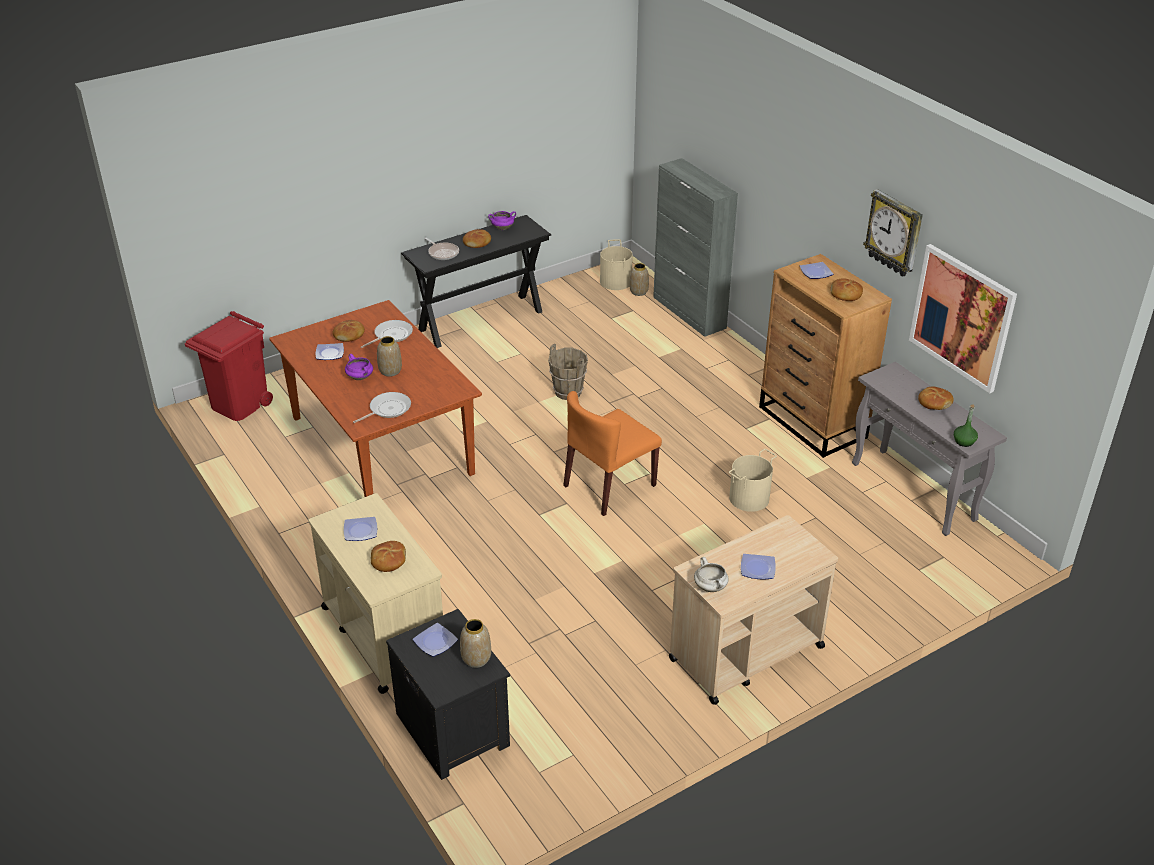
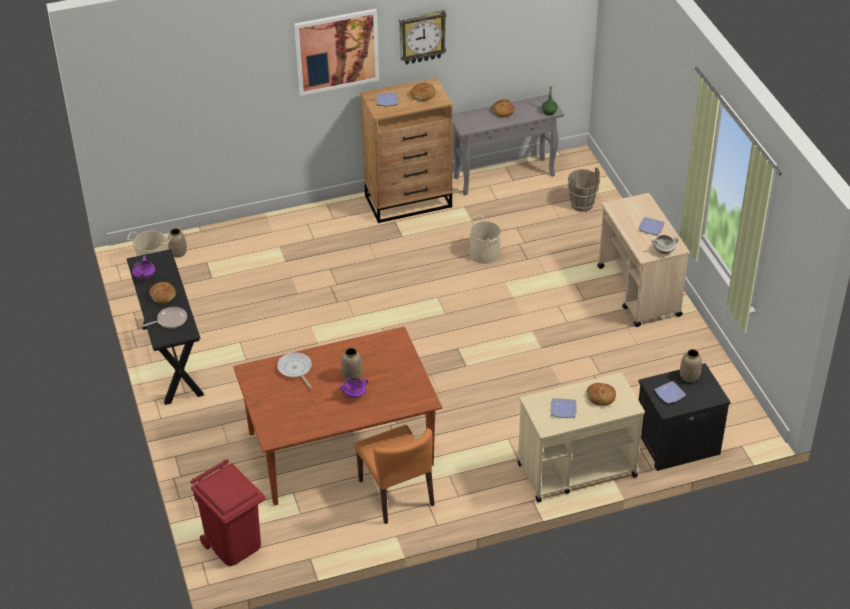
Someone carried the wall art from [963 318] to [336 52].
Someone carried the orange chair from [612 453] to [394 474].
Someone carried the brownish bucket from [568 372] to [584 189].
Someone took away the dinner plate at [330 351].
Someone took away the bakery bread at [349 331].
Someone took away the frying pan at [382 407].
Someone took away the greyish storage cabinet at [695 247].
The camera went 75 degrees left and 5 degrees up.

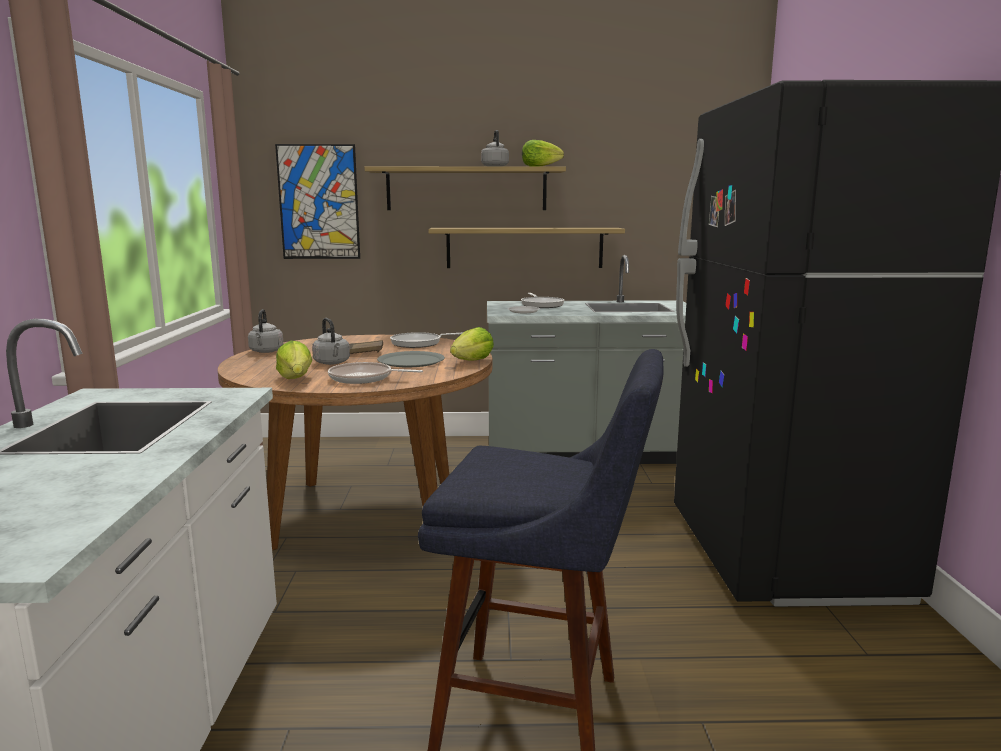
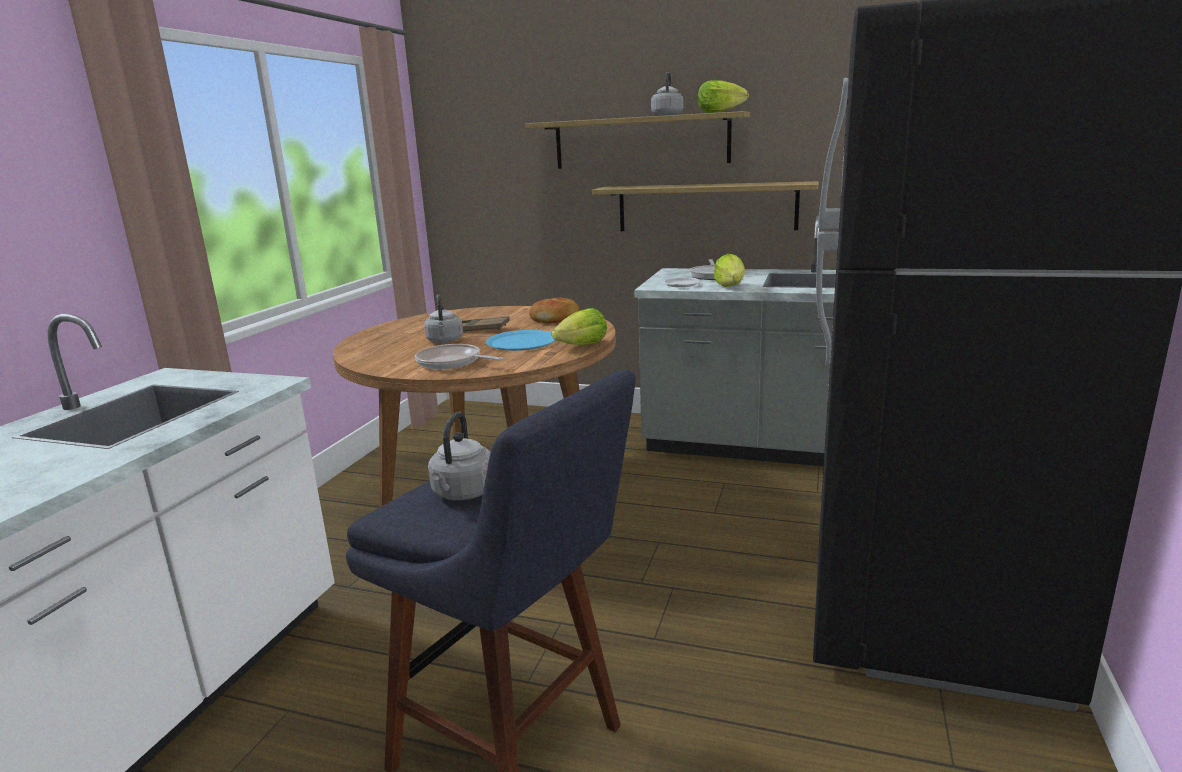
Someone carried the greyish water kettle from [266 331] to [459 456].
Someone repainted the greyish dinner plate at [411 359], which became the blue dinner plate at [520 340].
Someone swapped the frying pan at [427 340] for the bakery bread at [554 310].
Someone carried the lettuce head from [294 360] to [729 270].
Someone took away the wall art at [317 201].
The camera went 20 degrees right and 5 degrees up.

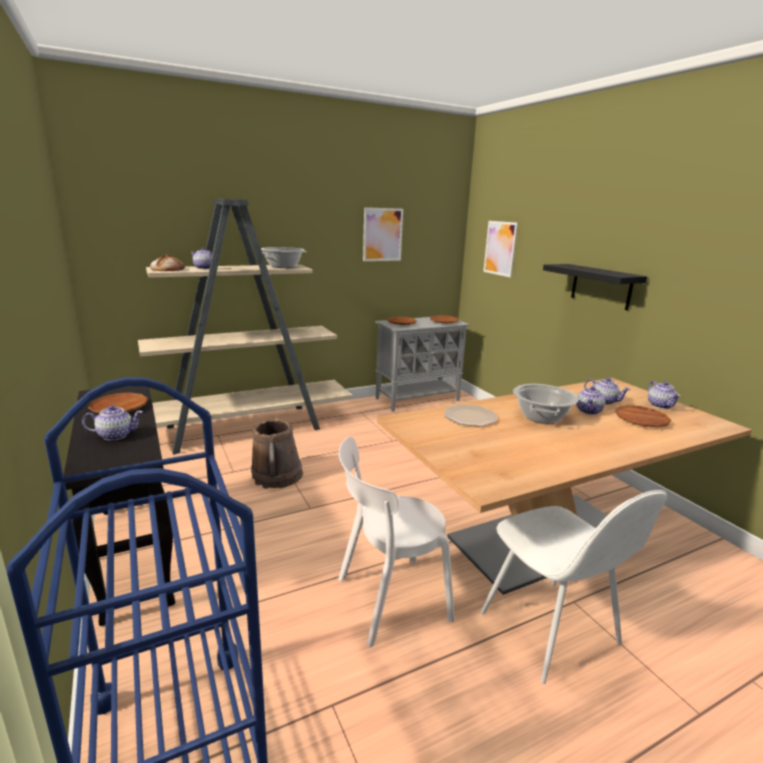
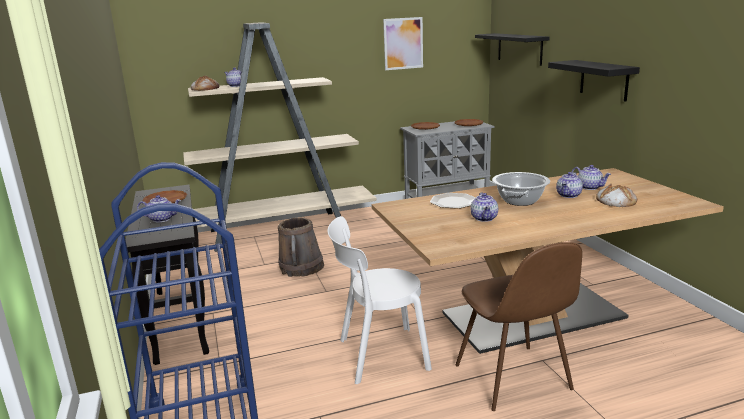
Someone repainted the white chair at [574 587], which became the brownish chair at [519 326].
Someone carried the tea pot from [664 395] to [484 207].
Someone swapped the wall art at [500 249] for the black wall shelf at [512 49].
Someone swapped the brownish dinner plate at [643 416] for the bakery bread at [616 195].
Someone took away the cooking pot at [284 257].
The camera went 10 degrees right and 0 degrees up.

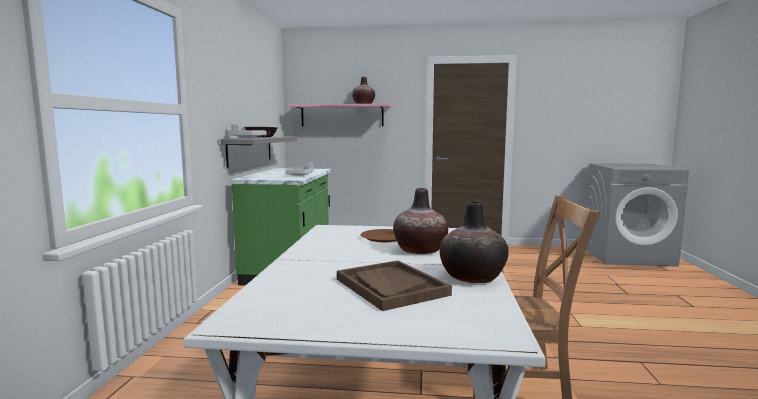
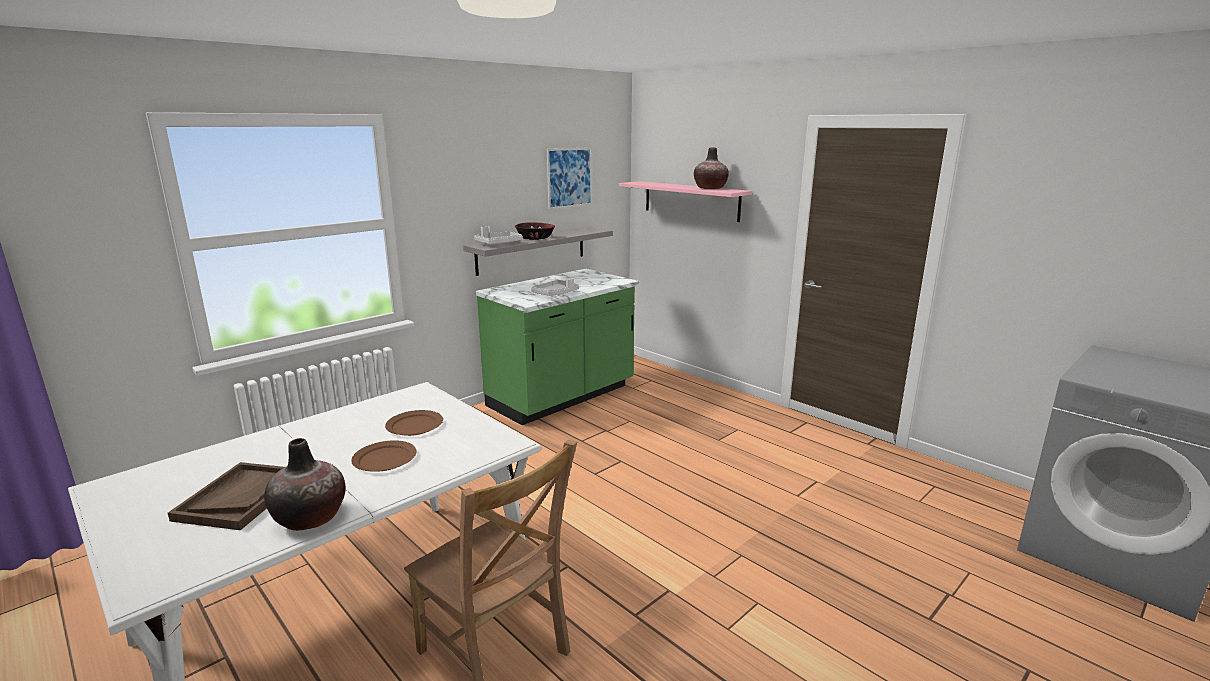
Someone swapped the vase at [420 221] for the brownish dinner plate at [384 455].
Someone put up the wall art at [569 178].
The camera went 40 degrees right and 10 degrees up.

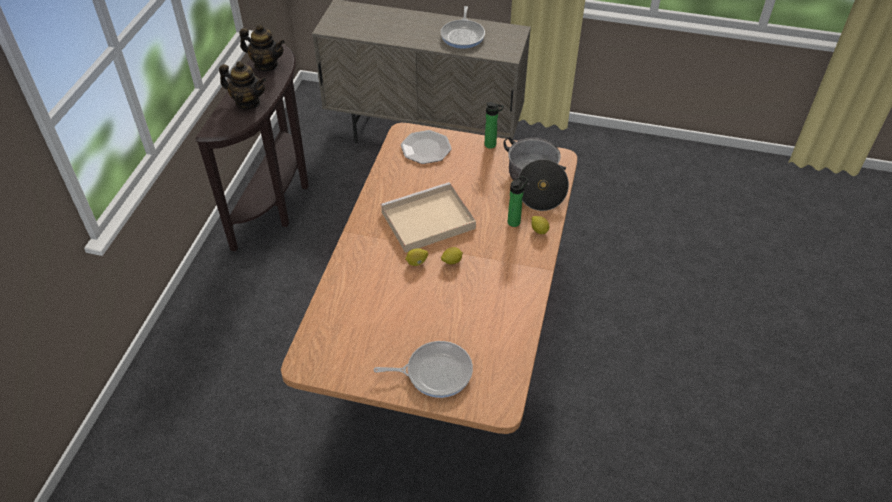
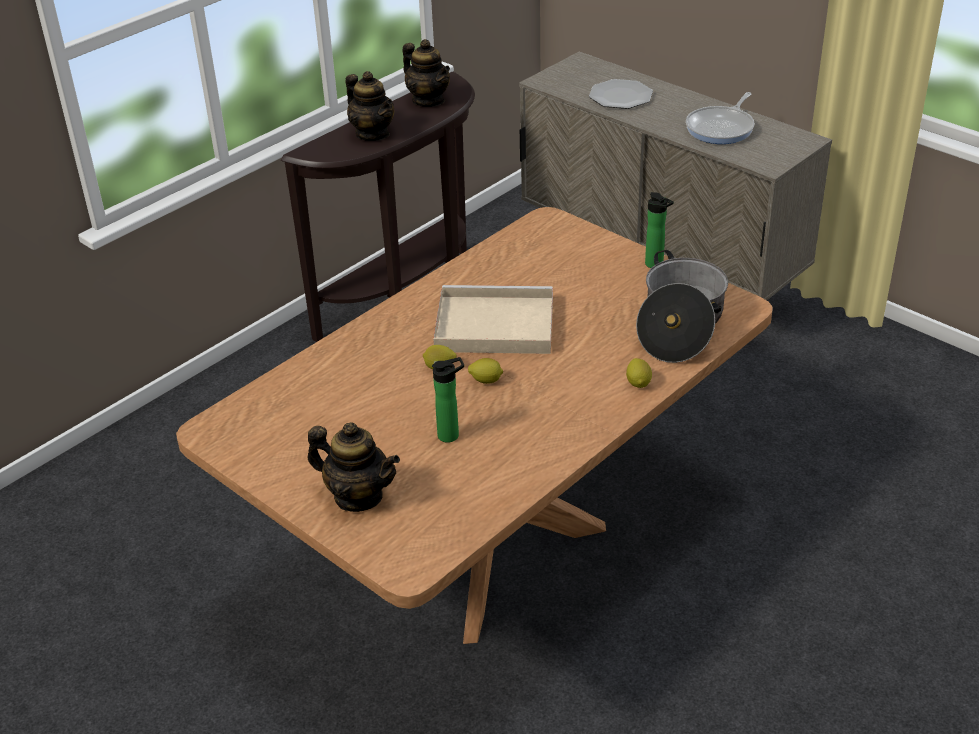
Someone swapped the frying pan at [423 369] for the tea pot at [354 467].
Someone carried the beverage bottle from [518 201] to [448 400].
Someone carried the dinner plate from [426 147] to [621 94].
The camera went 30 degrees right and 10 degrees down.

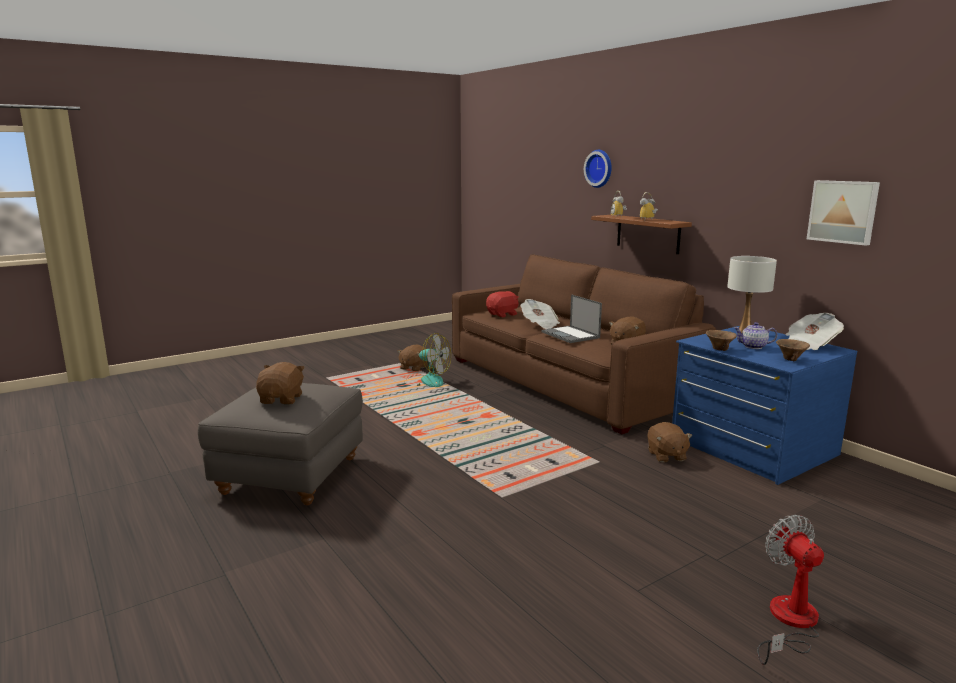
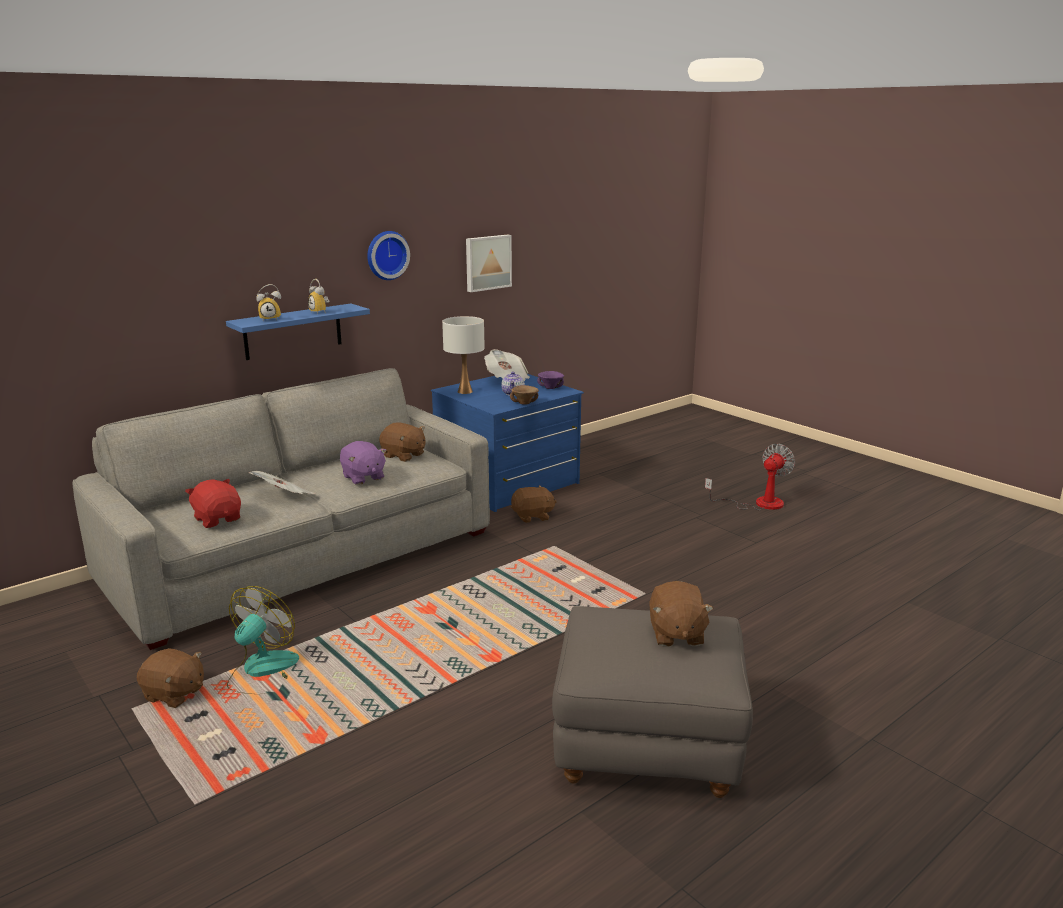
Someone repainted the brownish settee at [584 344], which became the greyish settee at [281 509].
Someone repainted the brownish wall shelf at [641 234], which became the blue wall shelf at [298 331].
Someone swapped the laptop at [571 319] for the purple-coloured soft toy at [363 463].
Someone carried the wall clock from [598 169] to [388 255].
Someone repainted the brownish serving bowl at [793 350], which became the purple-coloured serving bowl at [550 380].
Someone rotated the brownish soft toy at [280 383] by 90 degrees counterclockwise.
Someone rotated the electric fan at [790 590] by 150 degrees clockwise.
The camera went 95 degrees left and 5 degrees up.

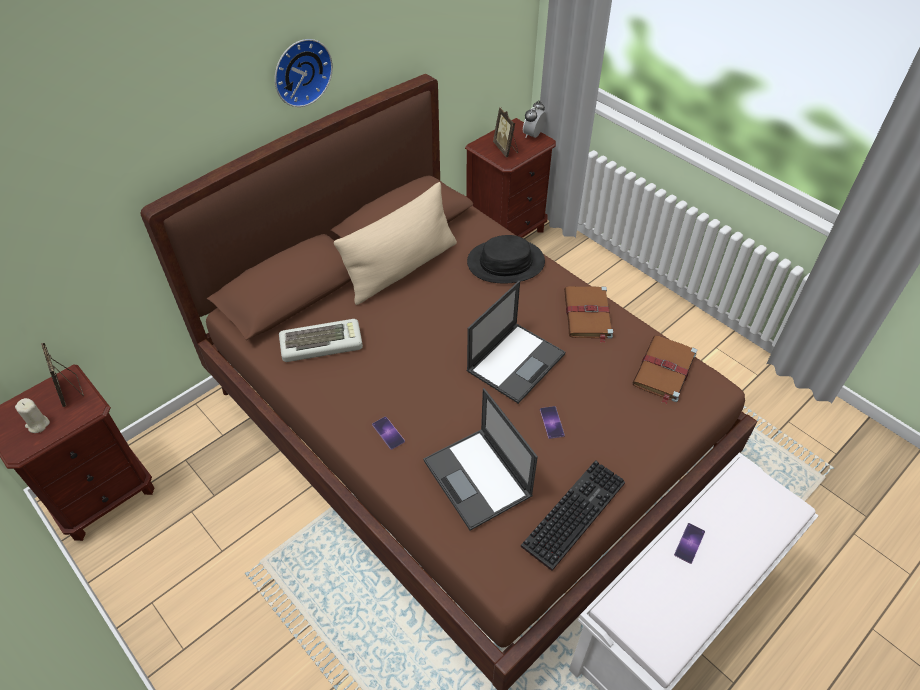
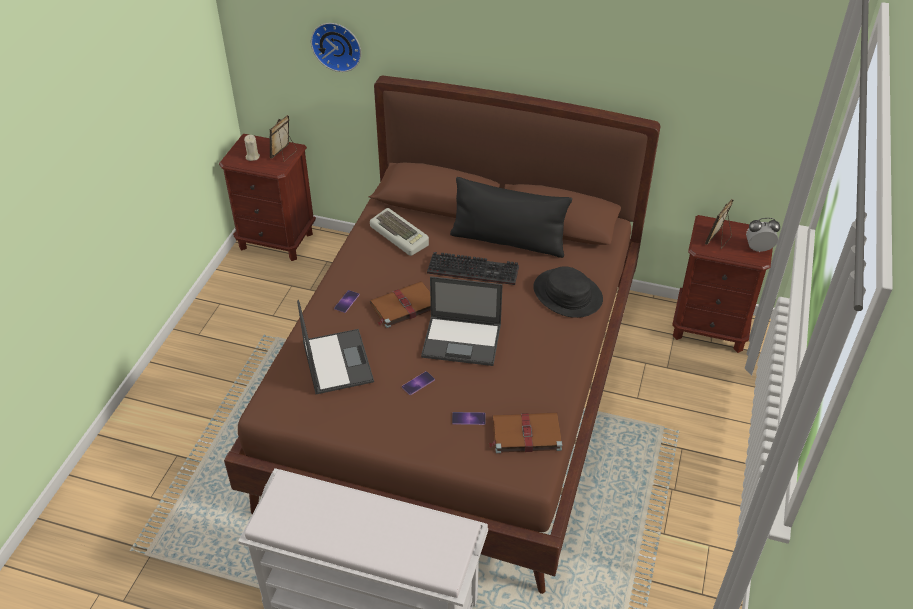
Someone rotated the laptop at [480 459] by 135 degrees clockwise.
Someone carried the wall clock from [304 73] to [336 47].
Someone carried the brownish bound book from [588 314] to [400 304].
Someone carried the keyboard from [573 515] to [473 268].
Someone repainted the beige-coloured pillow at [395 243], which became the black pillow at [511 217].
Someone carried the telephone from [689 543] to [469 418].
The camera went 60 degrees right and 5 degrees down.

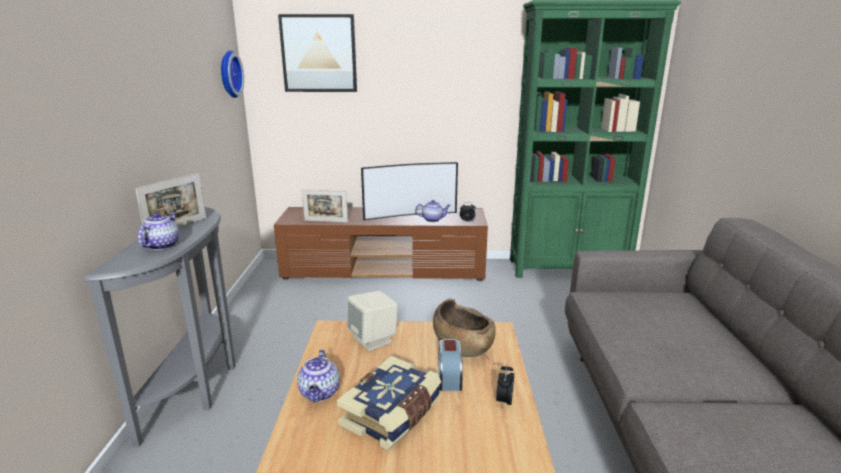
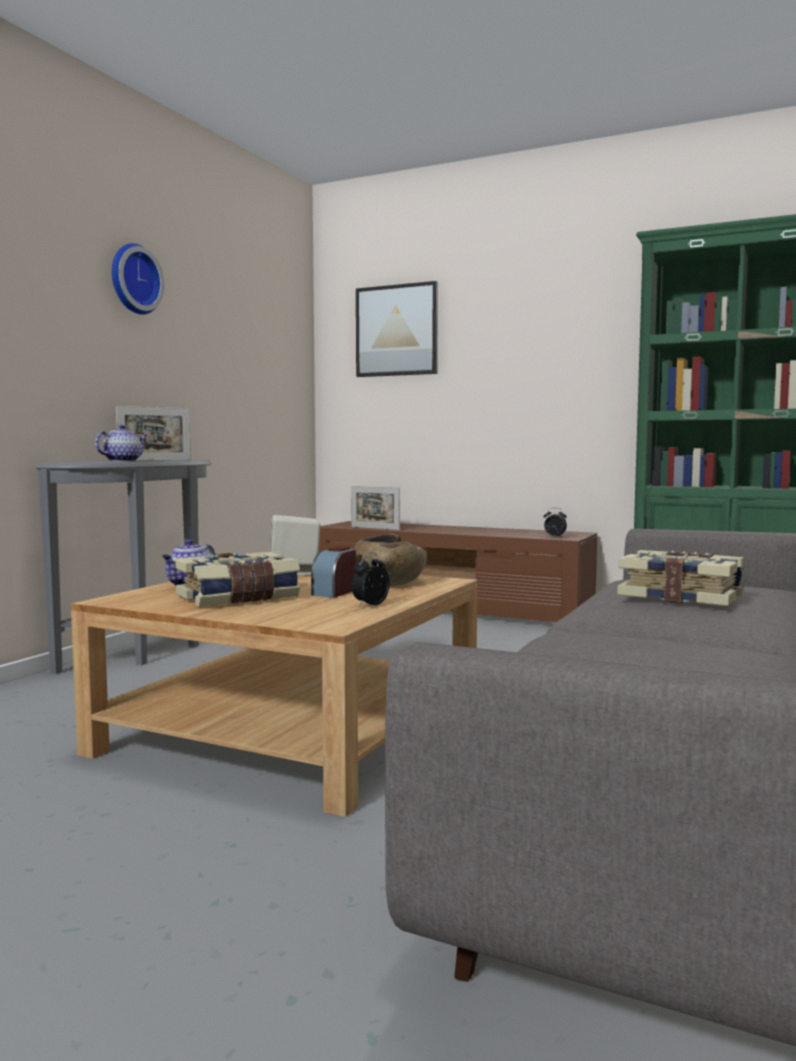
Someone carried the wall clock from [232 74] to [138 278].
Someone put down the bound book at [681 578].
Someone took away the television at [409 191].
Someone took away the tea pot at [433 211].
The camera went 25 degrees right and 15 degrees down.

